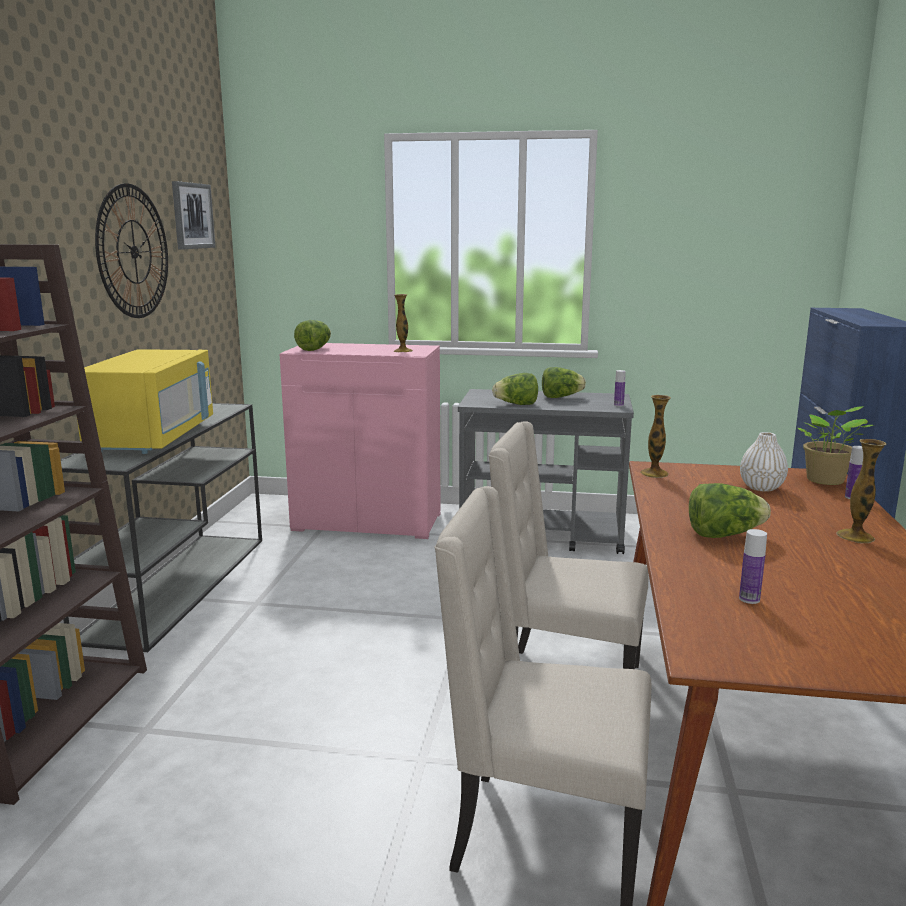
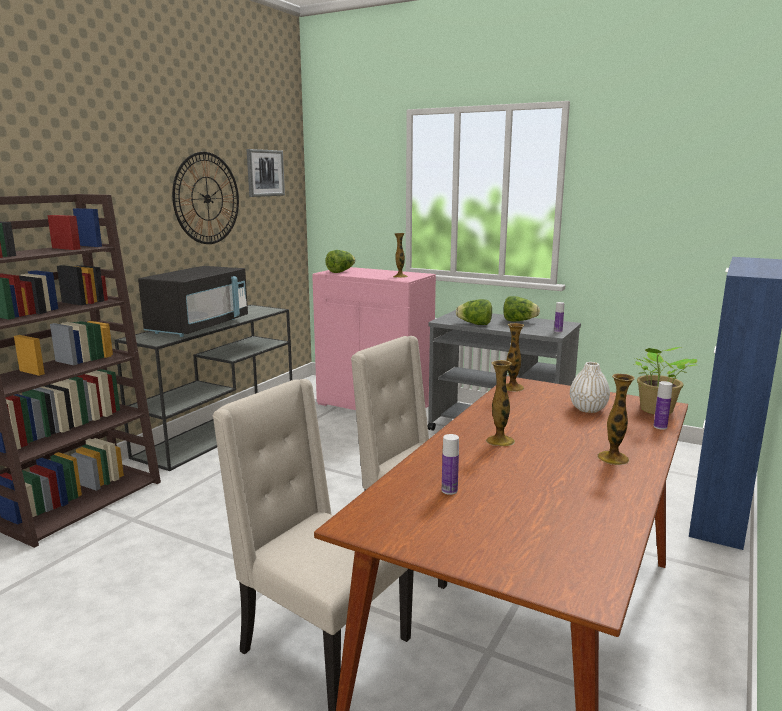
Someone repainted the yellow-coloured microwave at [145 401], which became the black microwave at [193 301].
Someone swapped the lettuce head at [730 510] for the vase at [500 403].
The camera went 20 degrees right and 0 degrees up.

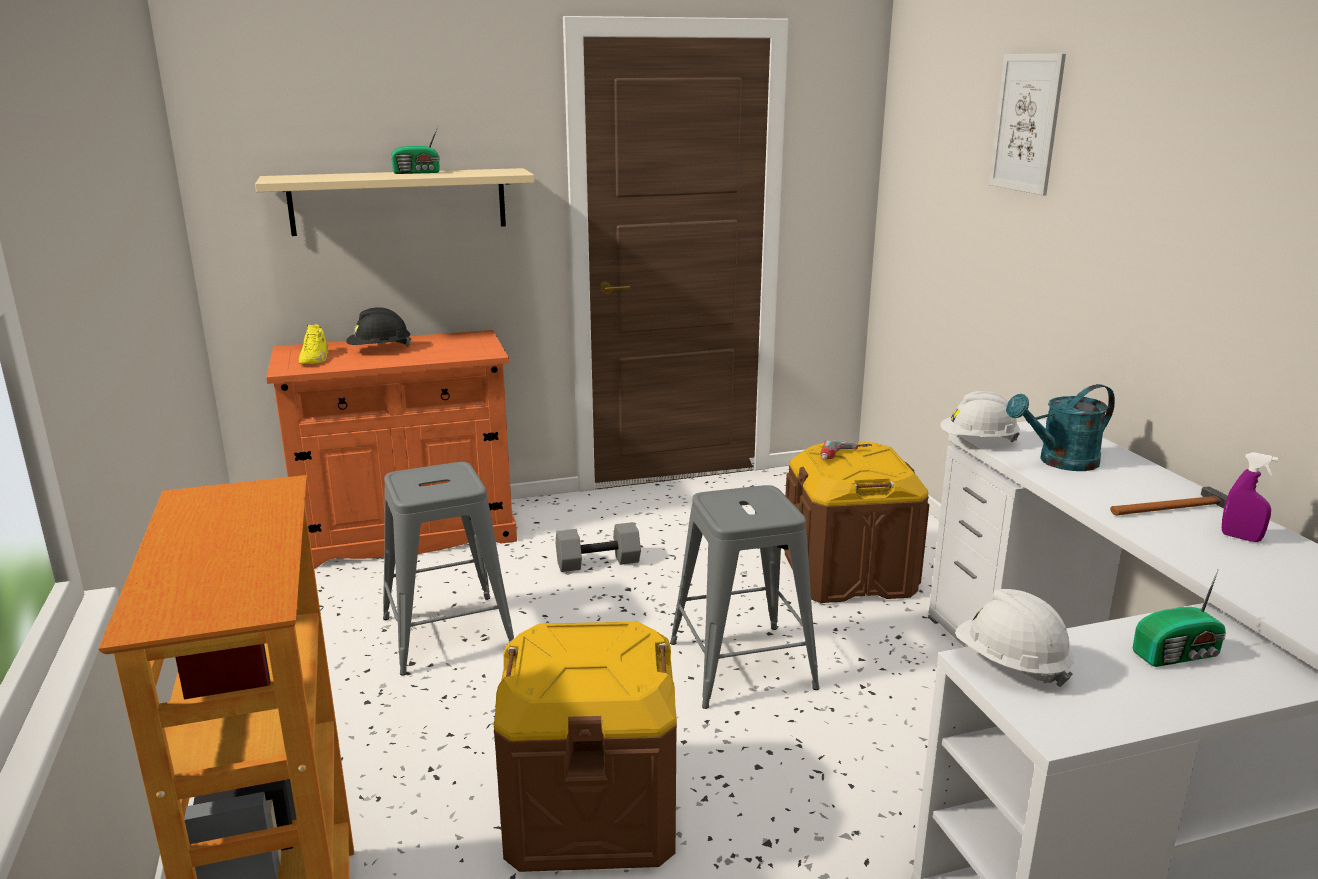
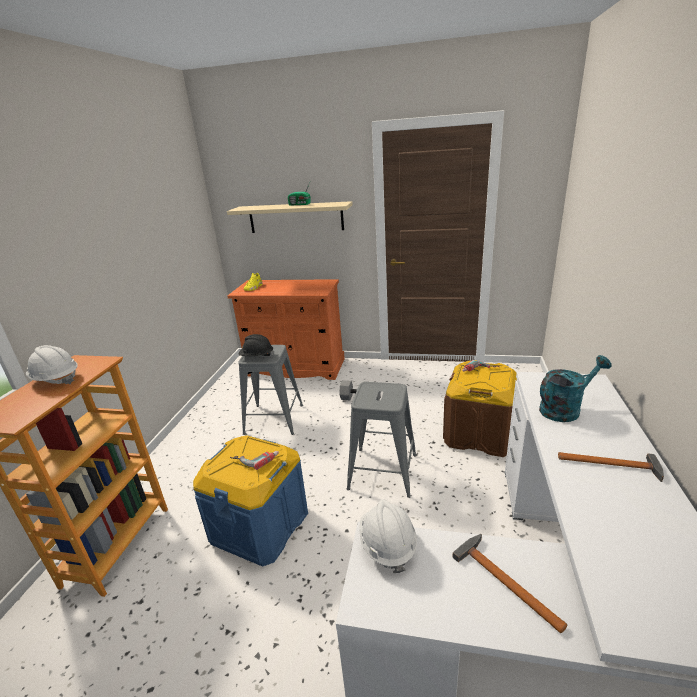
Someone carried the white work helmet from [980 416] to [52 364].
Someone repainted the brownish storage bin at [585 746], which became the blue storage bin at [250 501].
Someone put down the drill at [254 460].
Someone carried the black work helmet from [379 327] to [256 345].
Someone swapped the radio at [1180 618] for the tool hammer at [510 583].
Someone rotated the turquoise-coloured watering can at [1060 427] by 150 degrees clockwise.
Someone took away the wall art at [1027 124].
Someone took away the purple-coloured sprayer at [1250 497].
The camera went 30 degrees right and 5 degrees up.

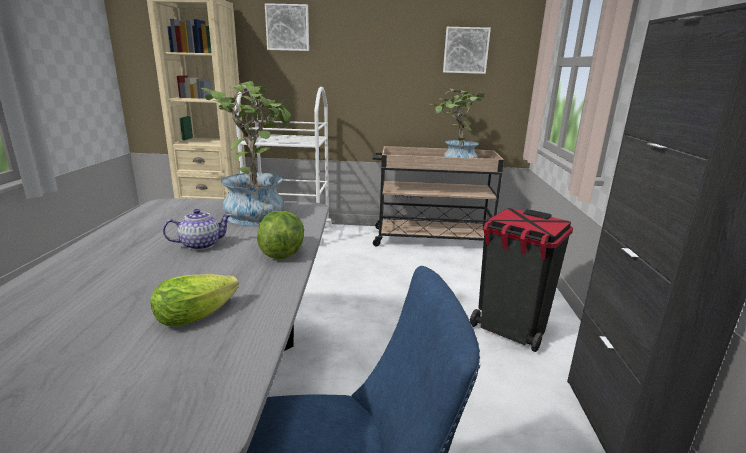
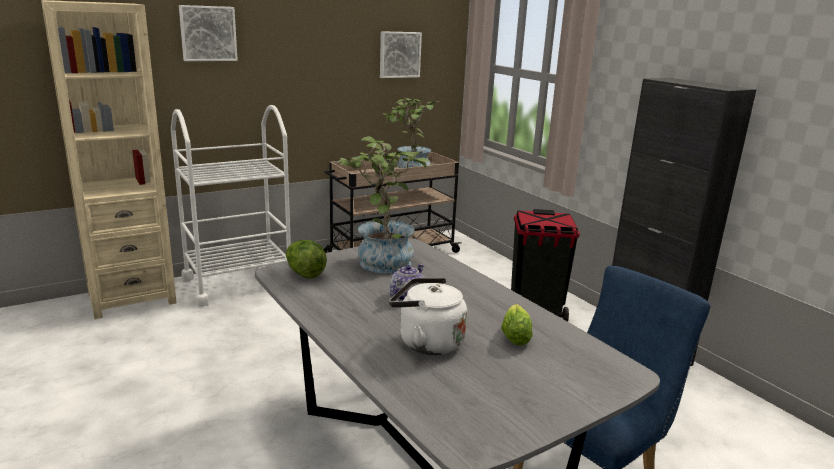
Someone carried the lettuce head from [280 235] to [306 259].
Someone put down the white water kettle at [428 316].
The camera went 35 degrees left and 0 degrees up.

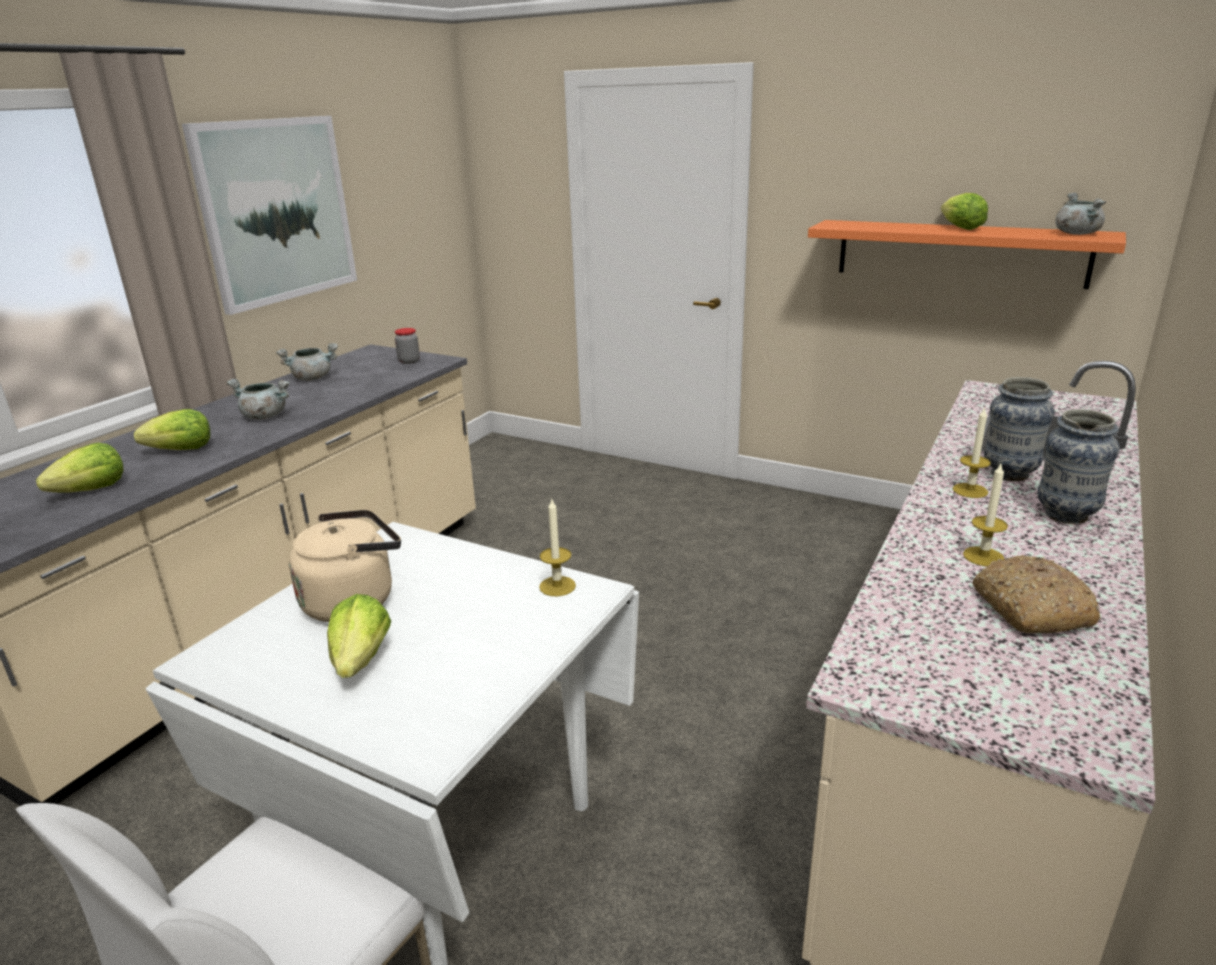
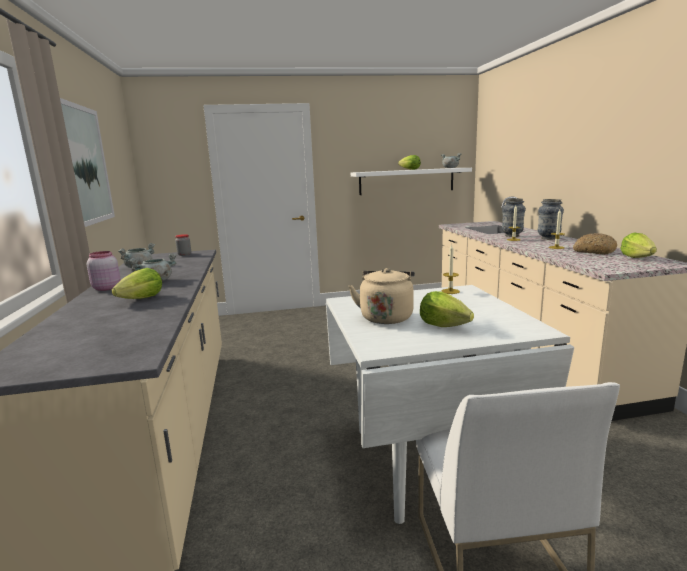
Someone put down the pink-coloured jar at [104 271].
Someone repainted the orange wall shelf at [967 254], which became the white wall shelf at [411 181].
Someone carried the lettuce head from [79 468] to [638 245].
The camera went 40 degrees left and 10 degrees down.

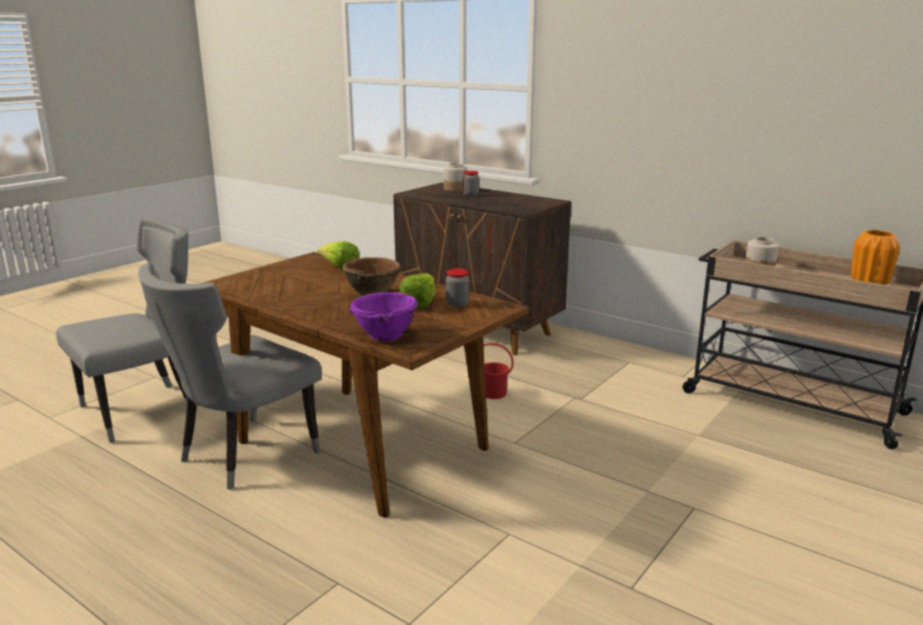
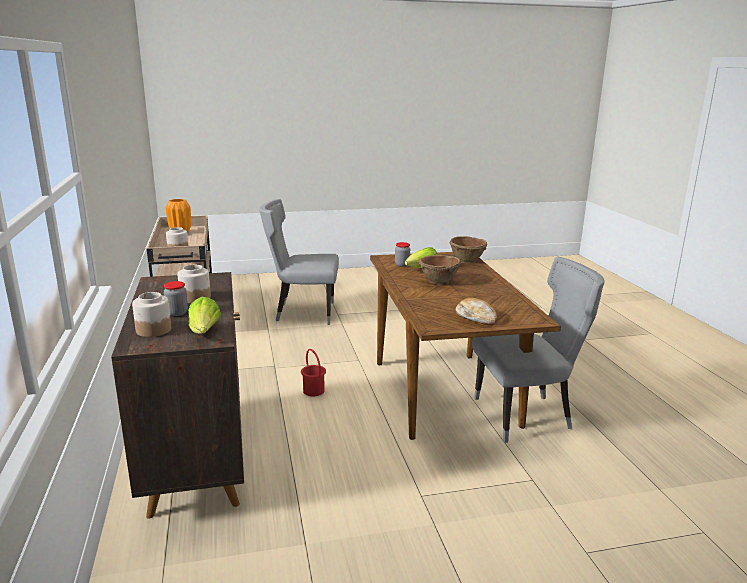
Someone put down the jar at [194 284].
Someone carried the lettuce head from [338 255] to [204 315].
Someone carried the greyish chair from [126 331] to [299 262].
Someone repainted the purple-coloured serving bowl at [383 317], which became the brownish serving bowl at [468 250].
Someone put down the bakery bread at [476 311].
The camera went 140 degrees left and 0 degrees up.

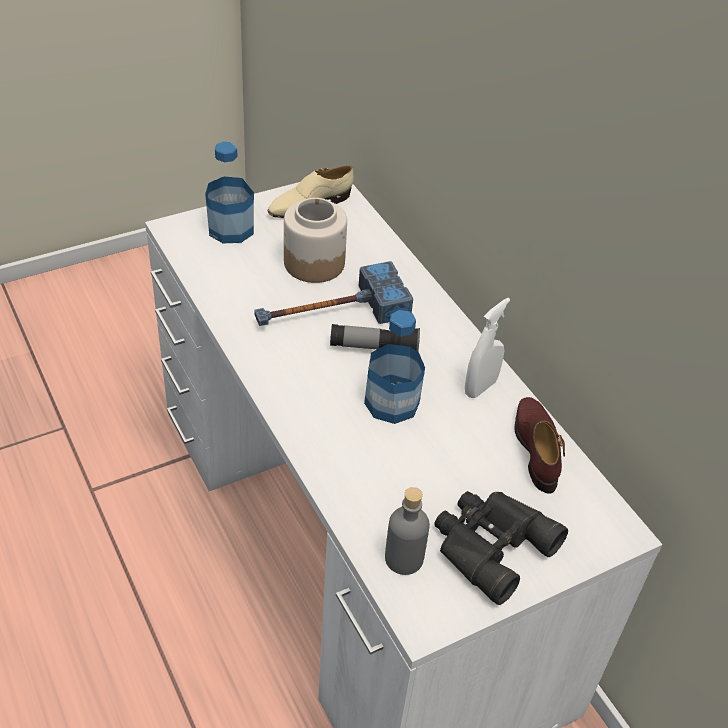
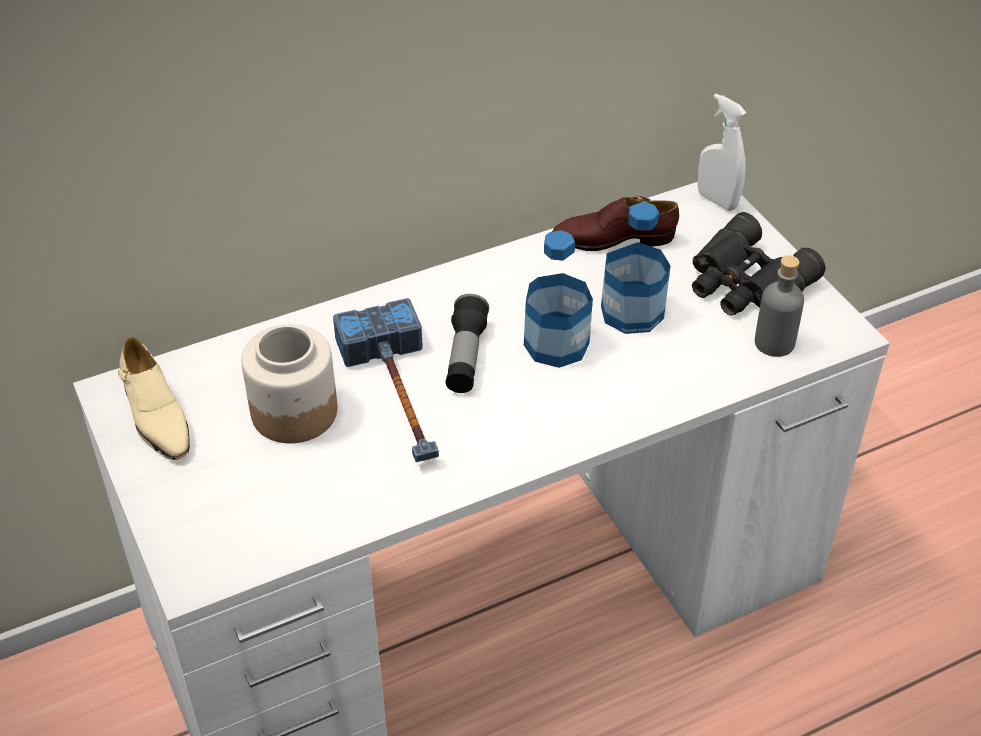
Someone carried the beverage bottle from [229 192] to [635 268].
Someone carried the white sprayer from [487 348] to [722 152].
The camera went 85 degrees left and 0 degrees up.

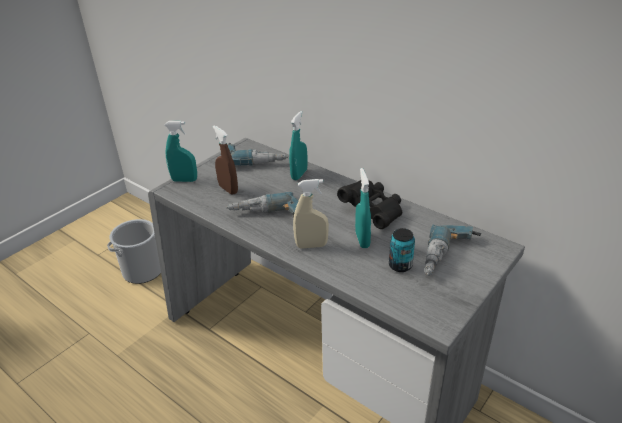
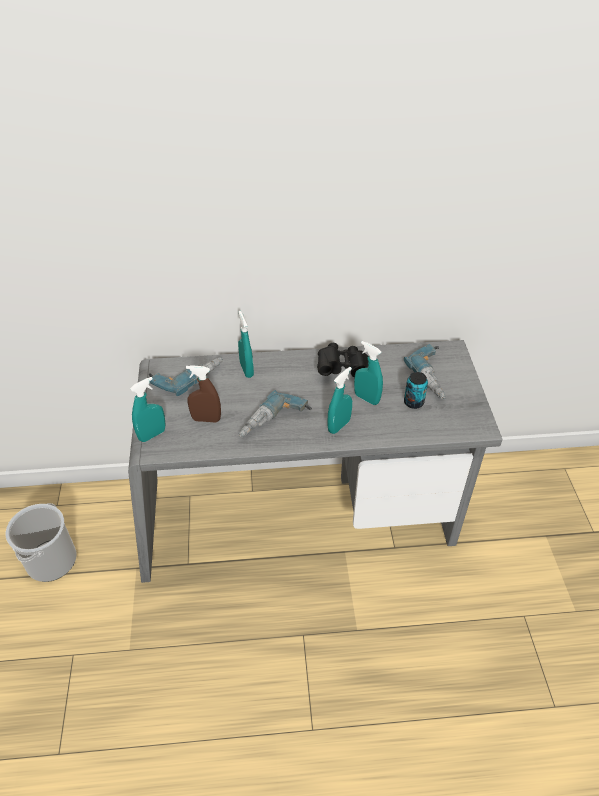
Someone repainted the beige-coloured sprayer at [311 214], which became the turquoise-coloured sprayer at [340 400].
The camera went 45 degrees left and 10 degrees up.

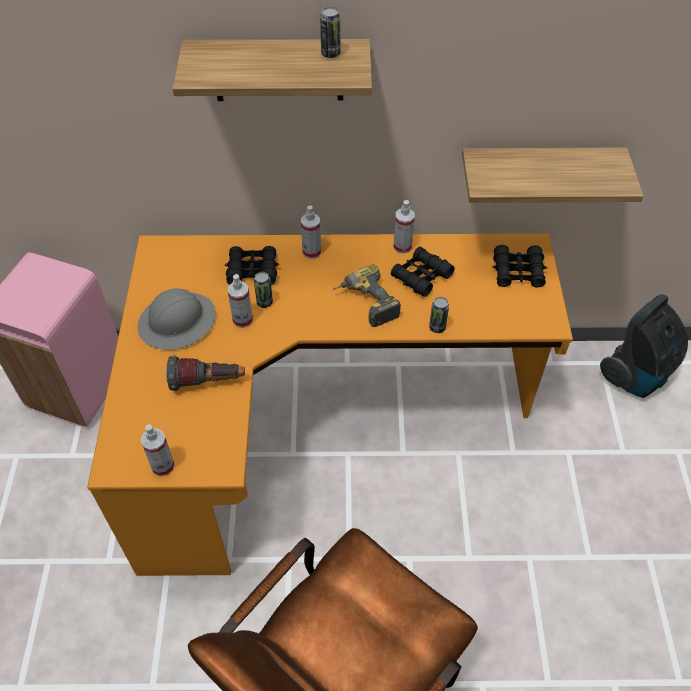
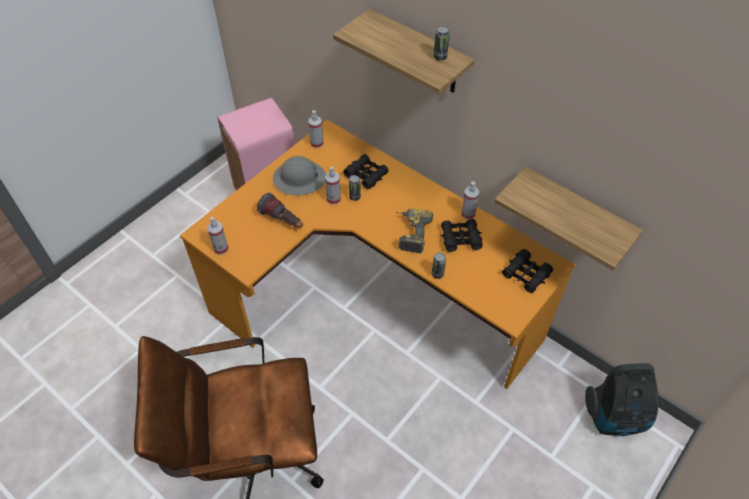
Someone carried the sprayer from [311 232] to [316 129].
The camera went 40 degrees right and 0 degrees up.

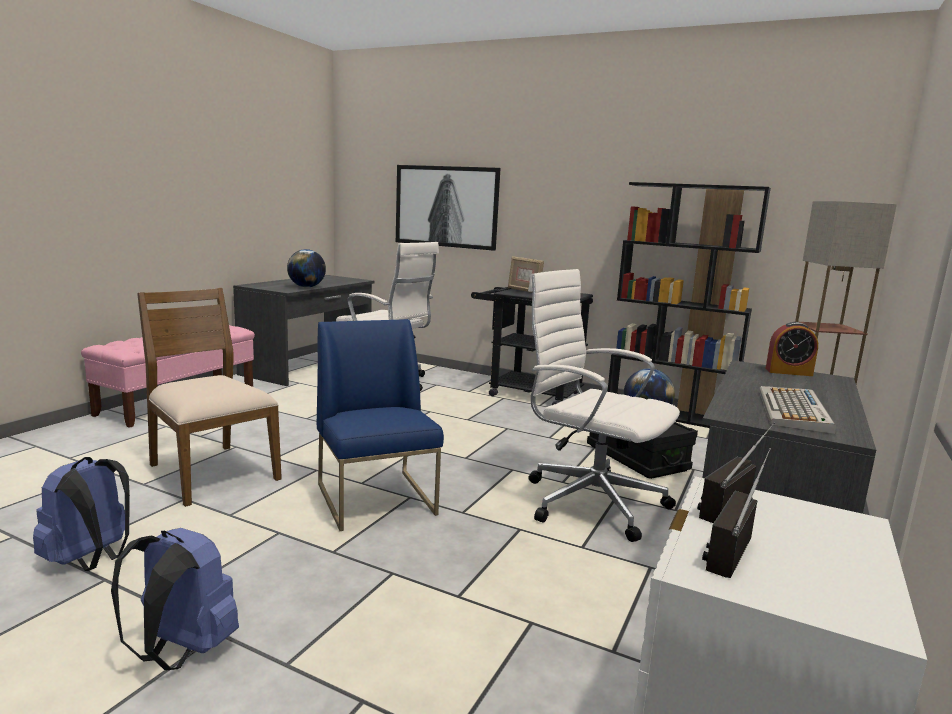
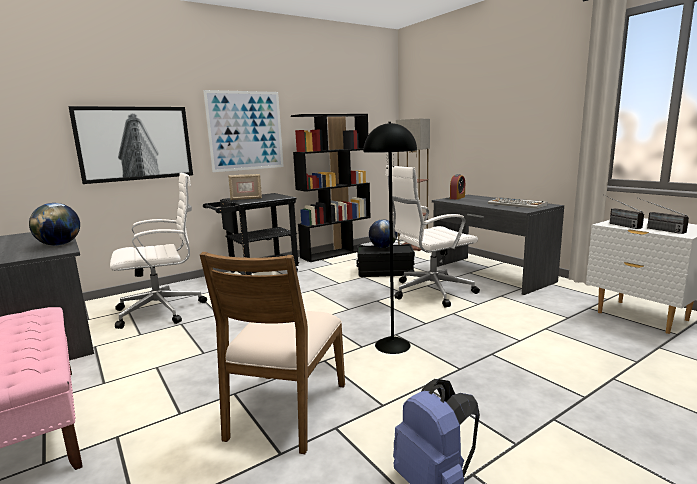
Someone rotated the brownish chair at [209 397] by 60 degrees counterclockwise.
Someone put up the wall art at [243 131].
Someone swapped the blue chair at [380 425] for the black floor lamp at [390 238].
Someone took away the blue rucksack at [175 599].
The camera went 60 degrees left and 0 degrees up.

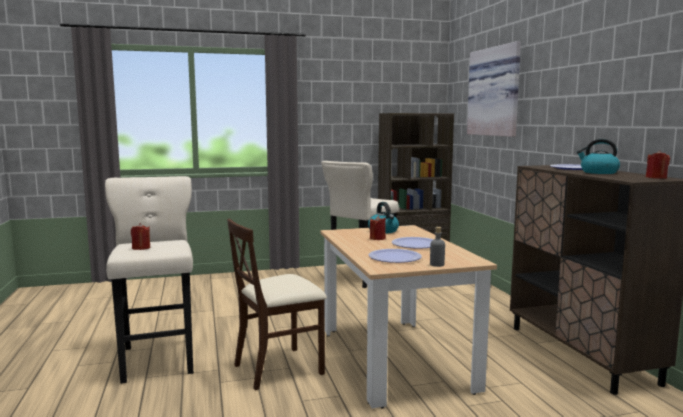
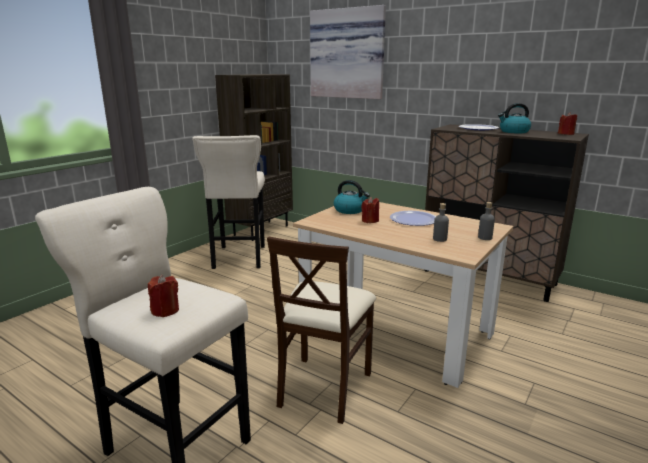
Someone swapped the dinner plate at [395 256] for the greyish beverage bottle at [441 222].
The camera went 40 degrees left and 10 degrees up.

